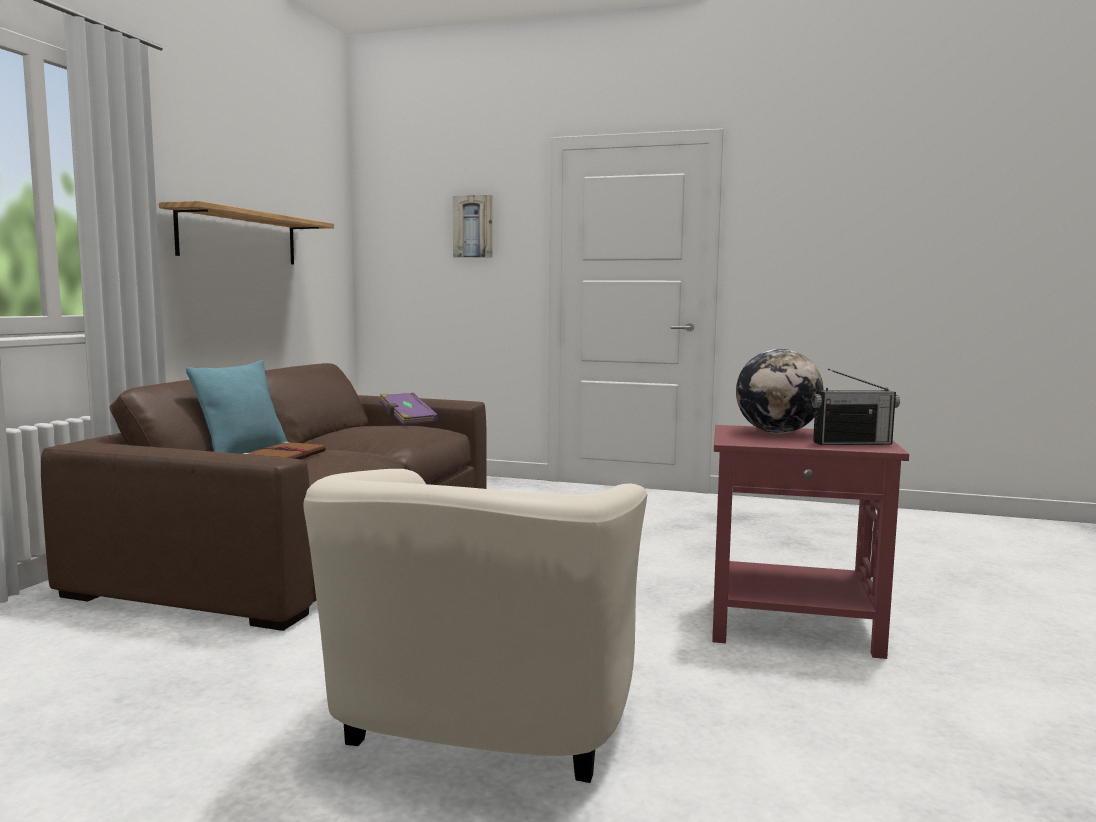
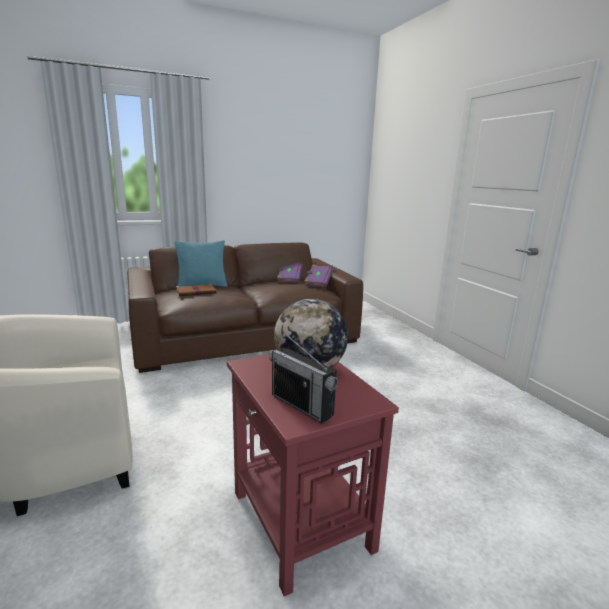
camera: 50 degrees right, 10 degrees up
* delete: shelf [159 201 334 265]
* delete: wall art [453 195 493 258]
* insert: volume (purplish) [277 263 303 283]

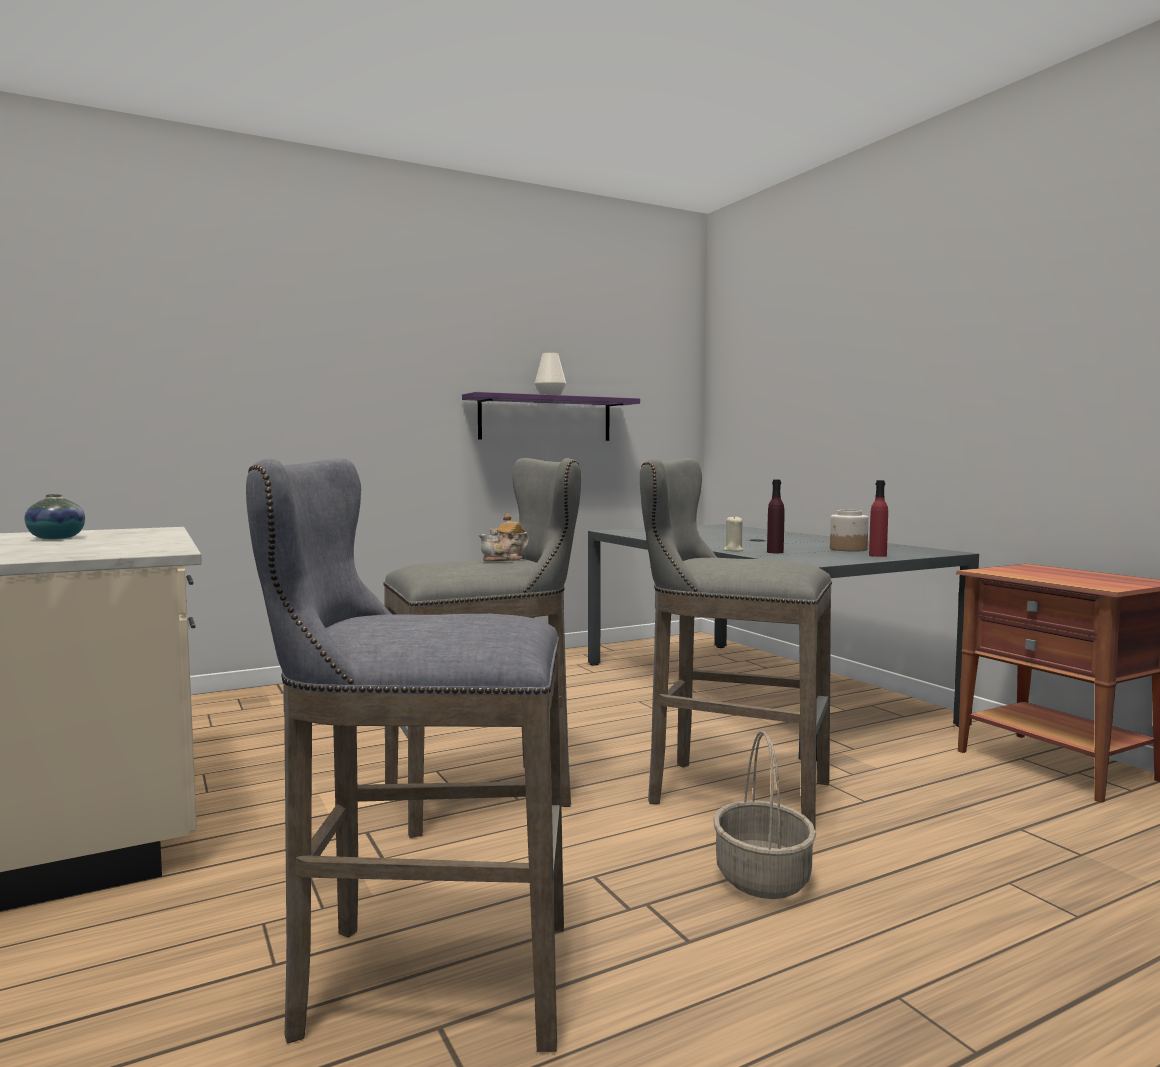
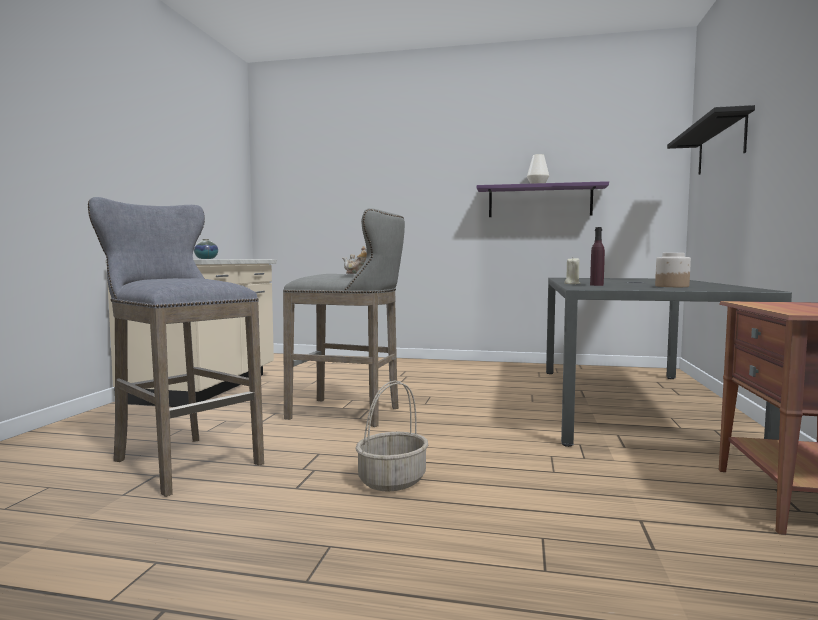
camera: 40 degrees right, 0 degrees up
* delete: stool (gray) [640 458 832 829]
* delete: drink bottle (red-coloured) [869 480 888 557]
* insert: shelf (black-coloured) [667 105 755 175]

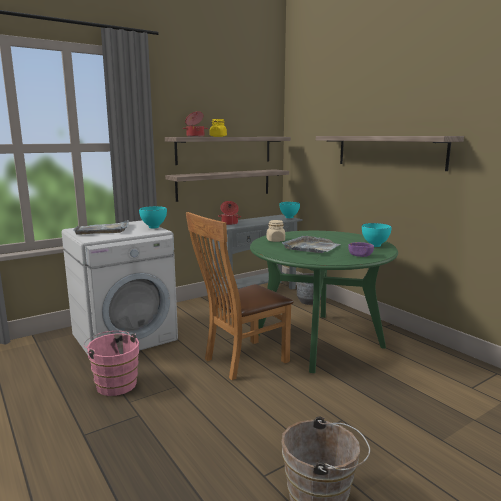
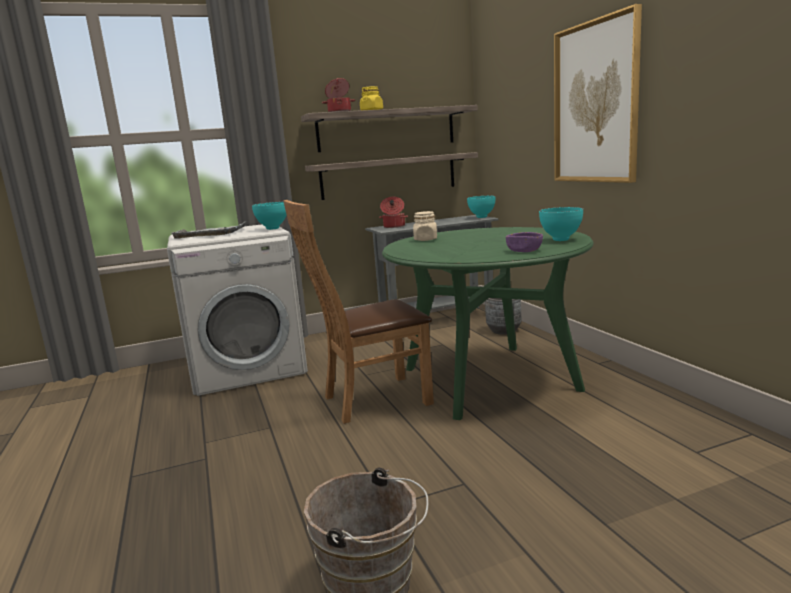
camera: 15 degrees right, 0 degrees up
* delete: water bucket (pink) [84 331 139 396]
* delete: tray (gray) [282 236 340 253]
* replace: shelf [316 136 464 171] to wall art [554 4 642 183]

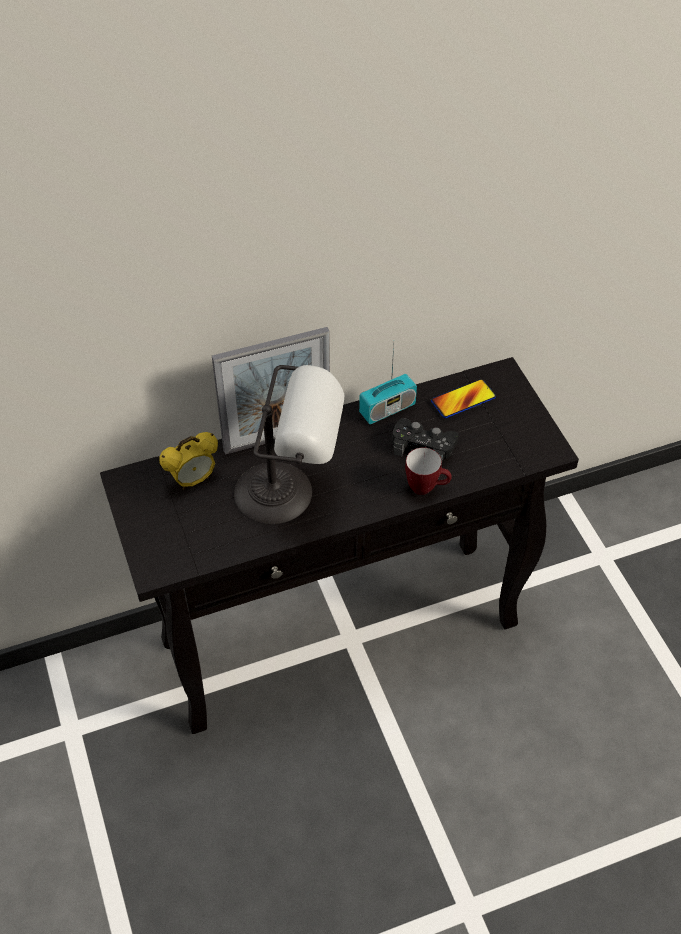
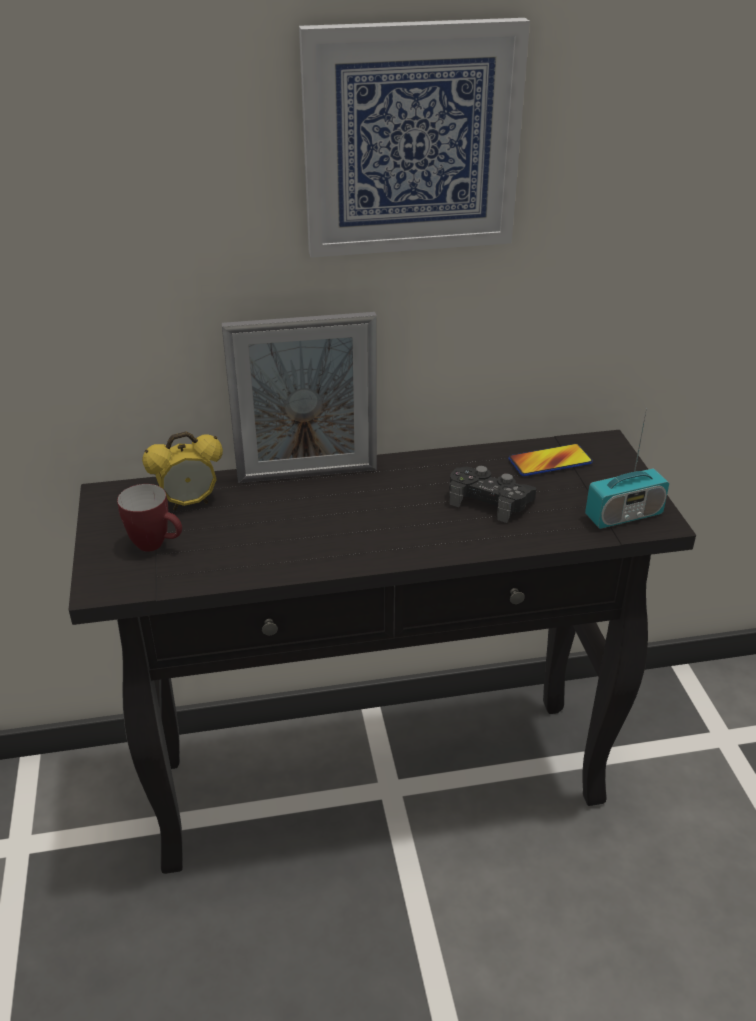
camera: 10 degrees right, 15 degrees down
* delete: tabletop lamp [234 365 344 524]
* move: radio receiver [359 345 417 424] to [585 413 669 529]
* move: mug [405 448 452 495] to [117 484 182 552]
* insert: wall art [299 18 530 258]

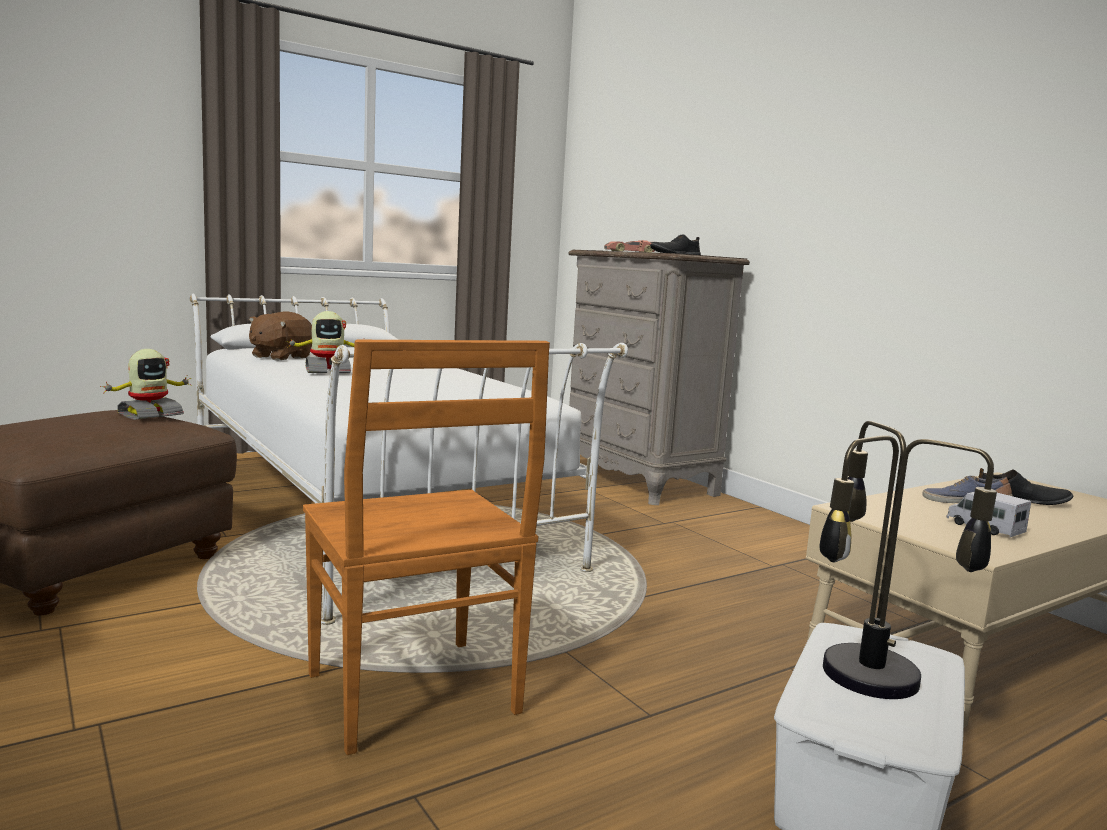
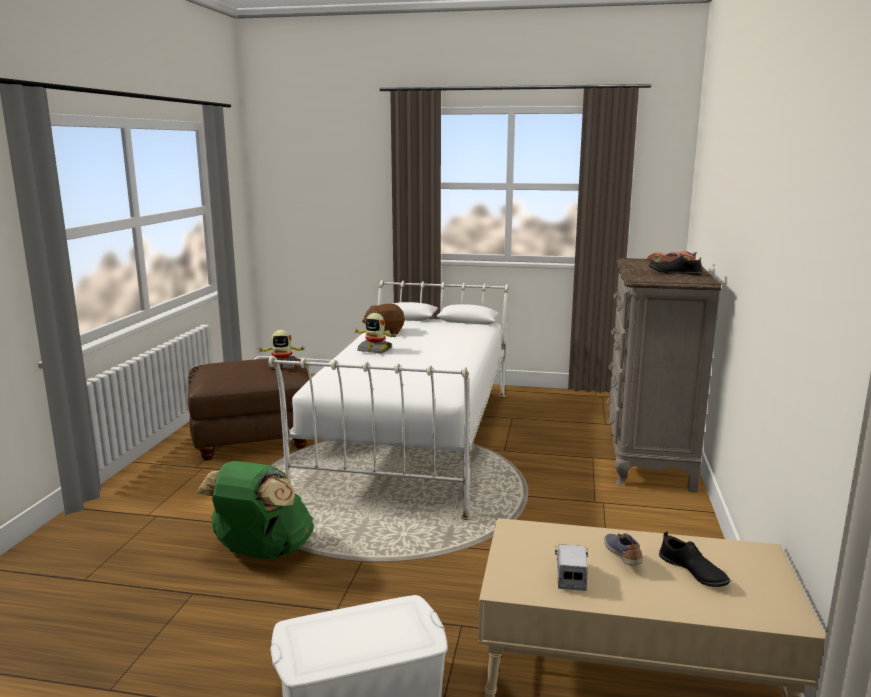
camera: 45 degrees right, 5 degrees up
* replace: upright chair (brownish) [303 340 550 755] to knapsack (greenish) [196 461 314 559]
* delete: tabletop lamp [820 421 997 699]

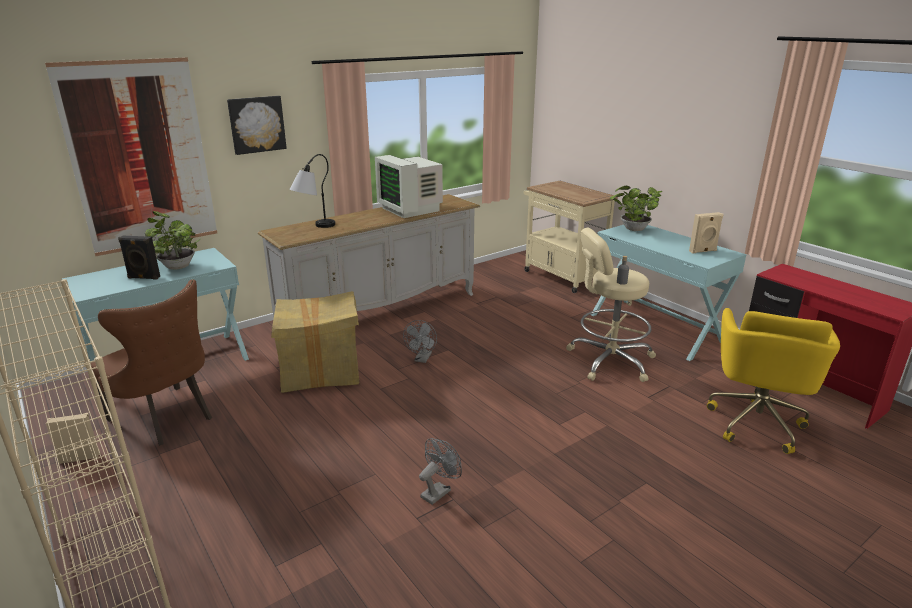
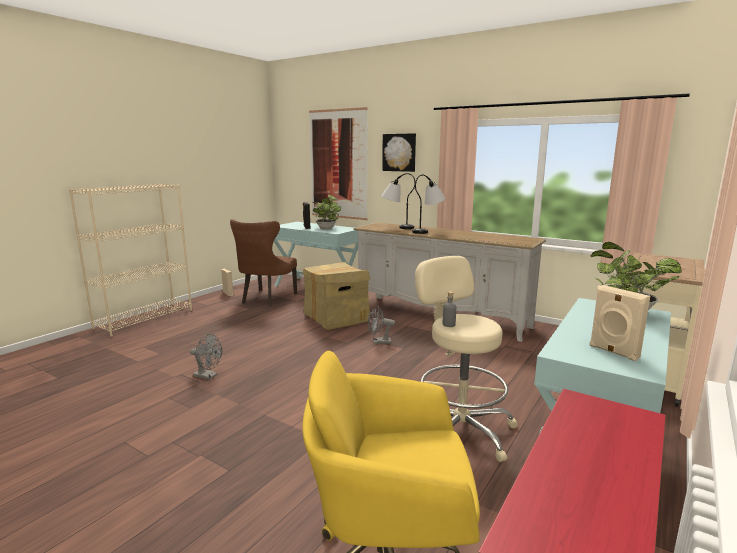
camera: 70 degrees right, 10 degrees down
* delete: monitor [375 155 443 218]
* insert: tabletop lamp [412 174 445 234]

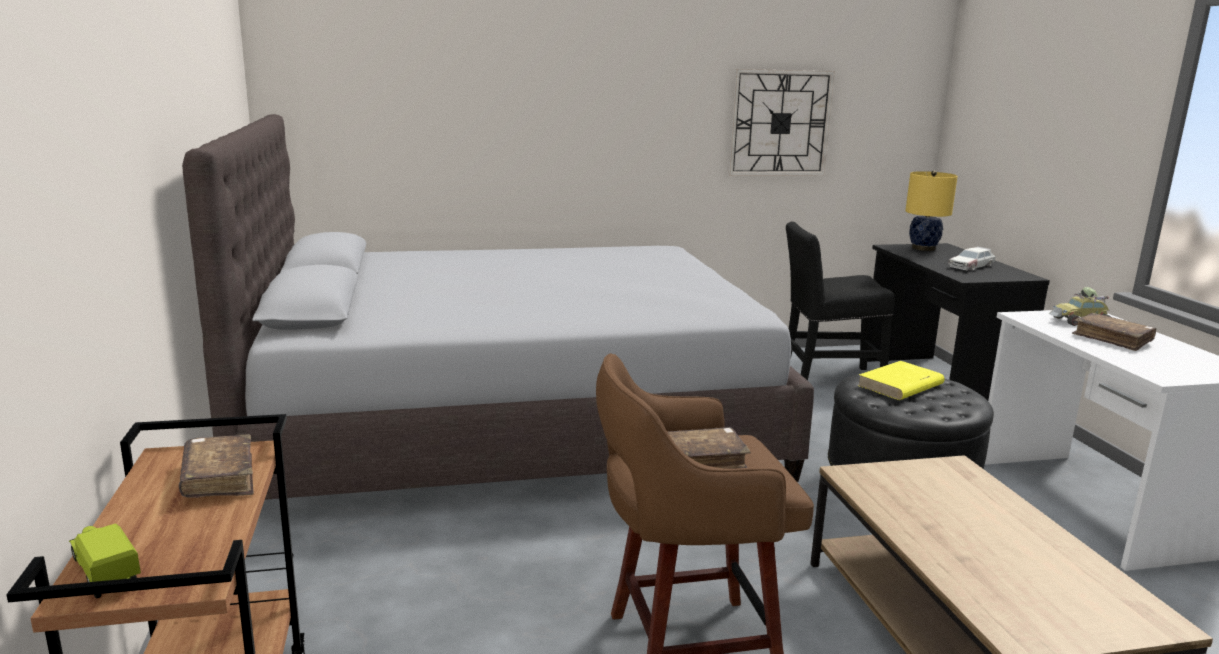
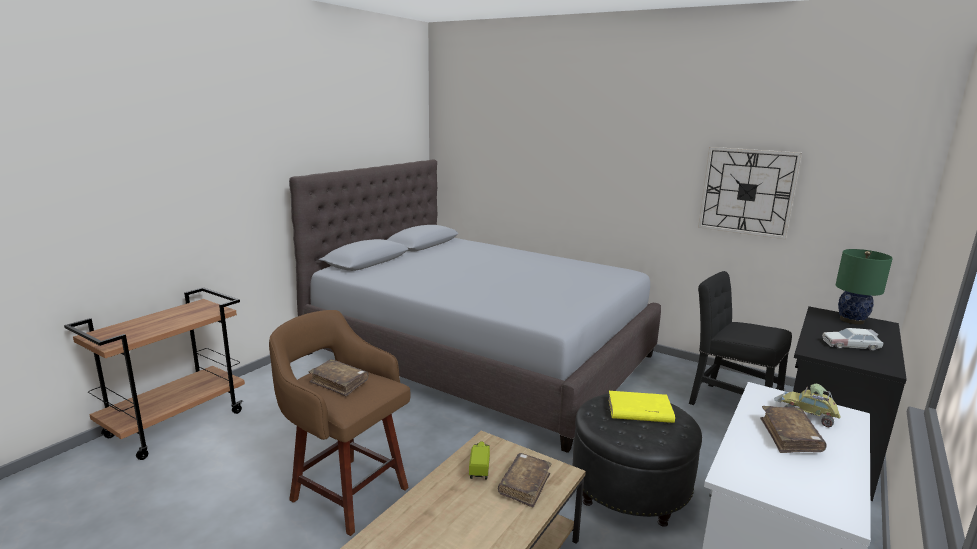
camera: 45 degrees right, 0 degrees up
* move: model truck [69 523 141 599] to [469 441 490 480]
* move: volume (brownish) [179 435 254 498] to [498 453 552 508]
* recolor: tabletop lamp (yellow) [905 170 958 251] to tabletop lamp (greenish) [836 249 893 325]

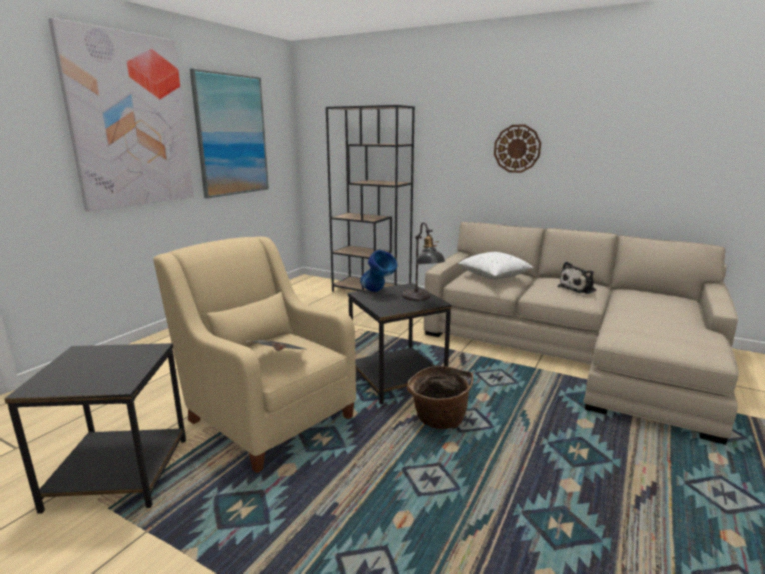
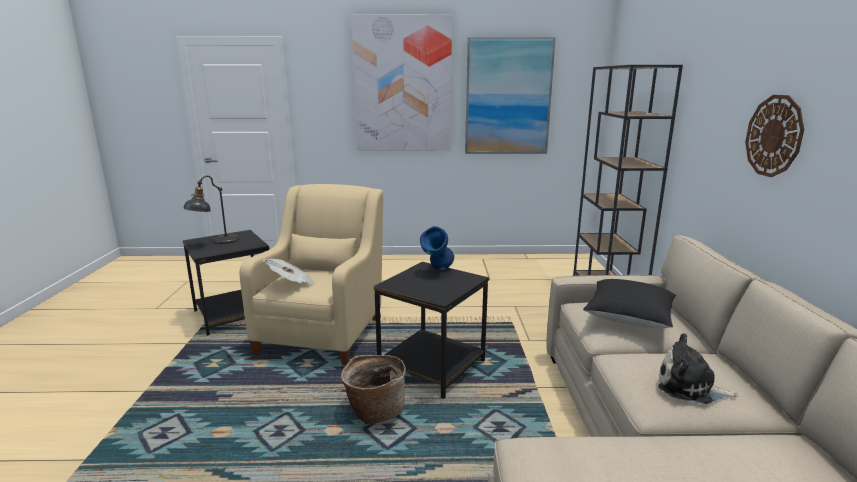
camera: 60 degrees right, 0 degrees up
* move: tabletop lamp (gray) [402 222 445 301] to [183 176 240 244]
* recolor: throw pillow (white) [457 252 534 280] to throw pillow (black-coloured) [583 279 676 328]

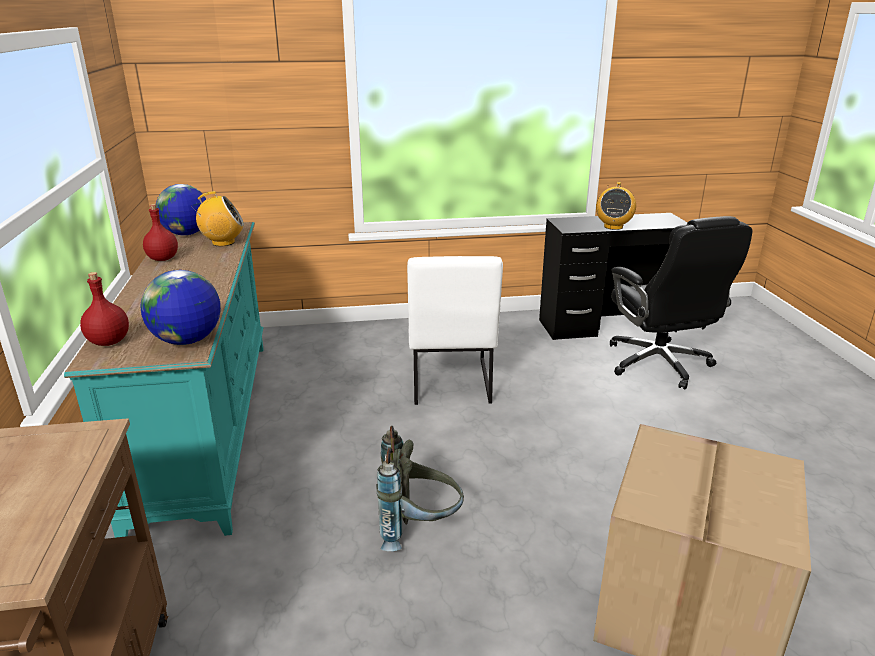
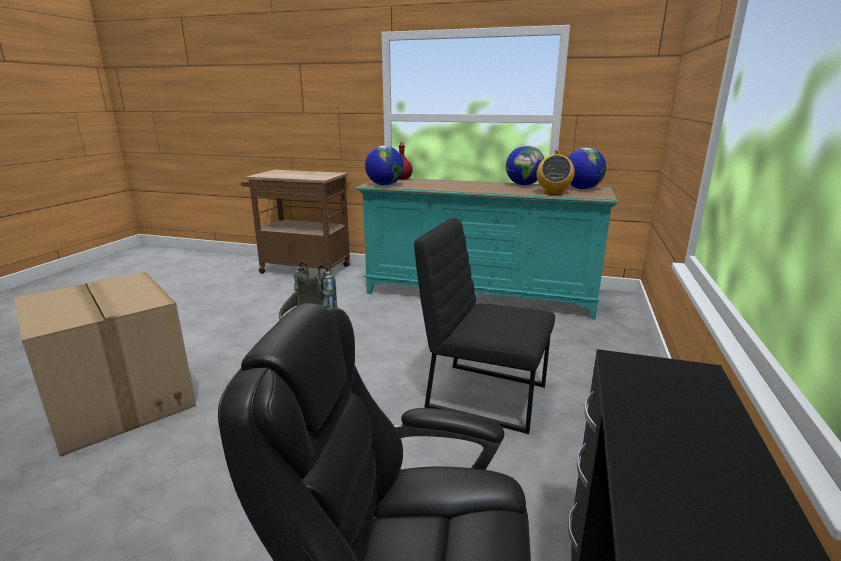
camera: 115 degrees right, 5 degrees down
* replace: drink bottle (red-coloured) [143 204 178 261] to desk globe [506 146 544 186]
* recolor: upright chair (white) [407 256 503 405] to upright chair (black-coloured) [414 218 555 434]
* delete: radio receiver [596 182 636 230]

